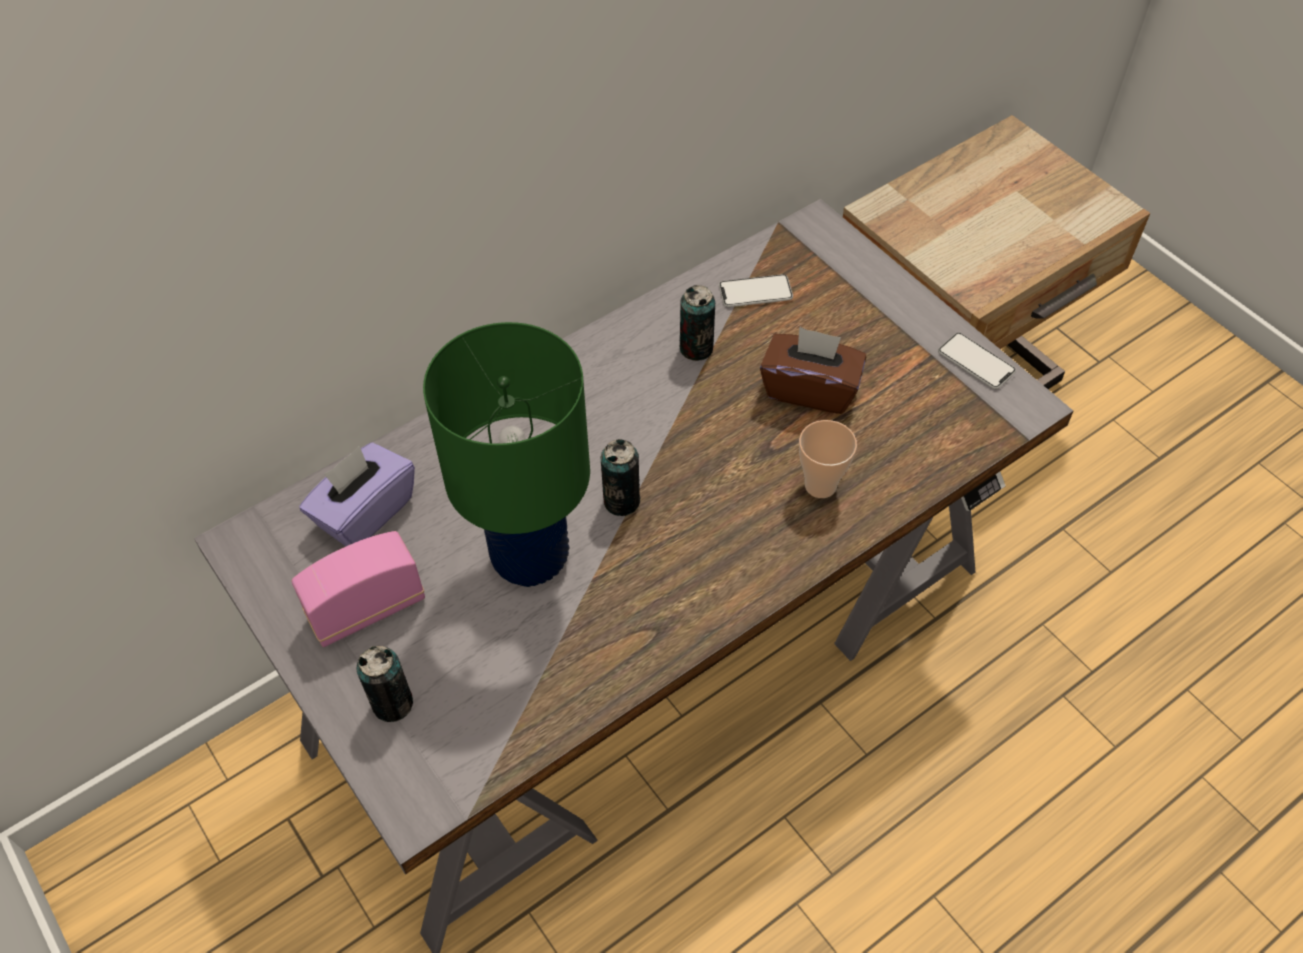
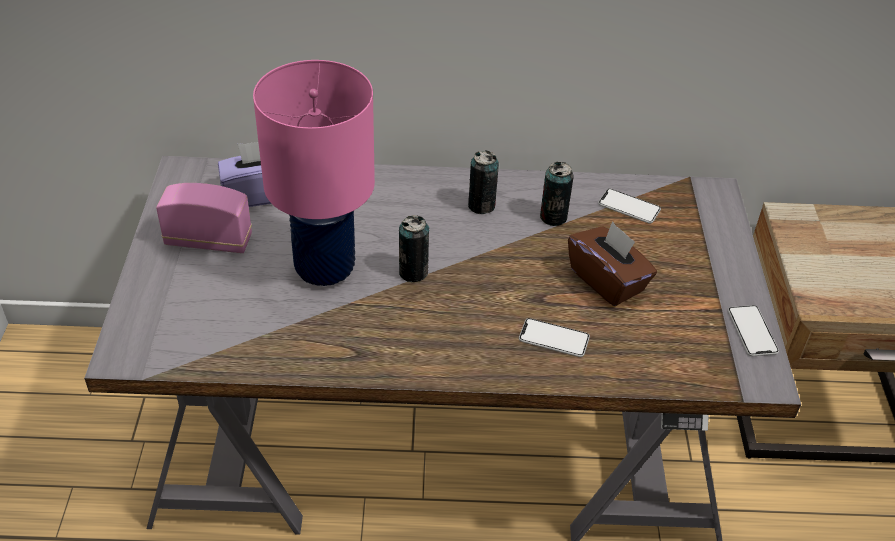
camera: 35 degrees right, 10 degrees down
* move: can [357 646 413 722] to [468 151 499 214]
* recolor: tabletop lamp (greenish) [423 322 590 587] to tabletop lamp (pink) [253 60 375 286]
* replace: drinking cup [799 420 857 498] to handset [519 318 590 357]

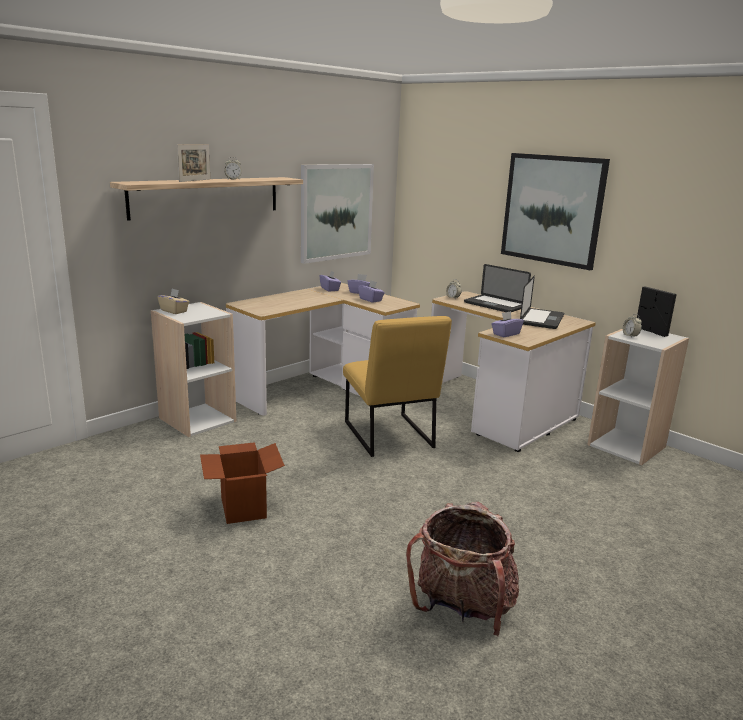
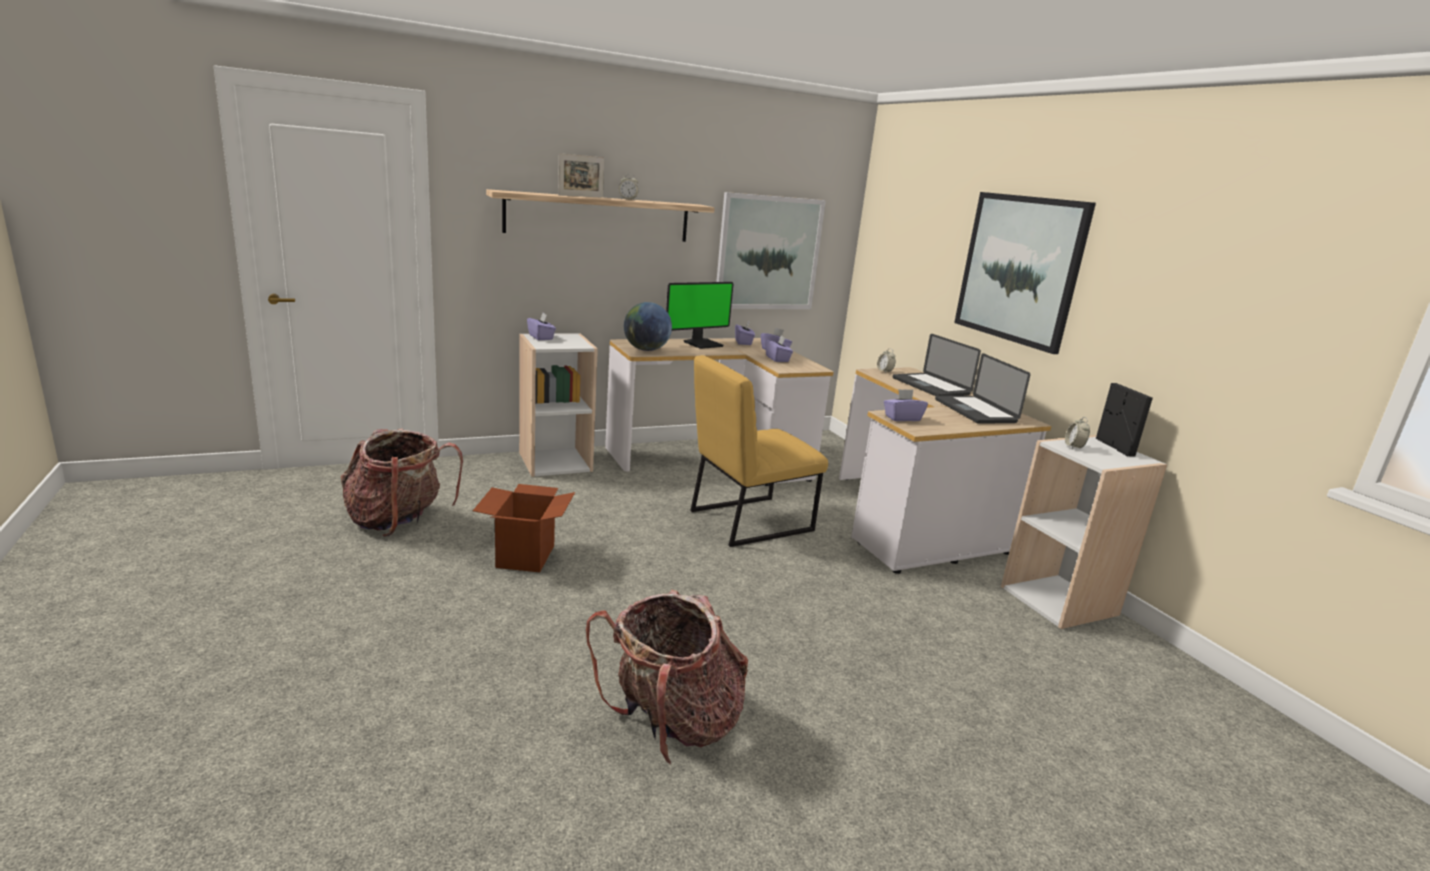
camera: 20 degrees right, 0 degrees up
* recolor: tissue box (beige-coloured) [157 289 189 314] to tissue box (purplish) [527 313 556 340]
* rotate: upright chair (yellow) [343 316 452 457] = [690 355 828 547] 60 degrees clockwise
* rotate: laptop [520 275 564 329] = [935 353 1030 424] 120 degrees clockwise
* insert: knapsack [341 428 463 537]
* insert: desk globe [624 302 672 351]
* insert: monitor [666 282 734 349]

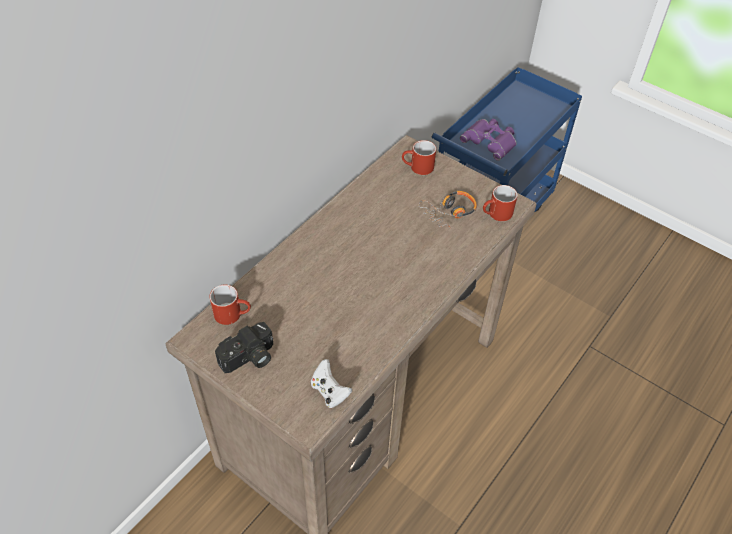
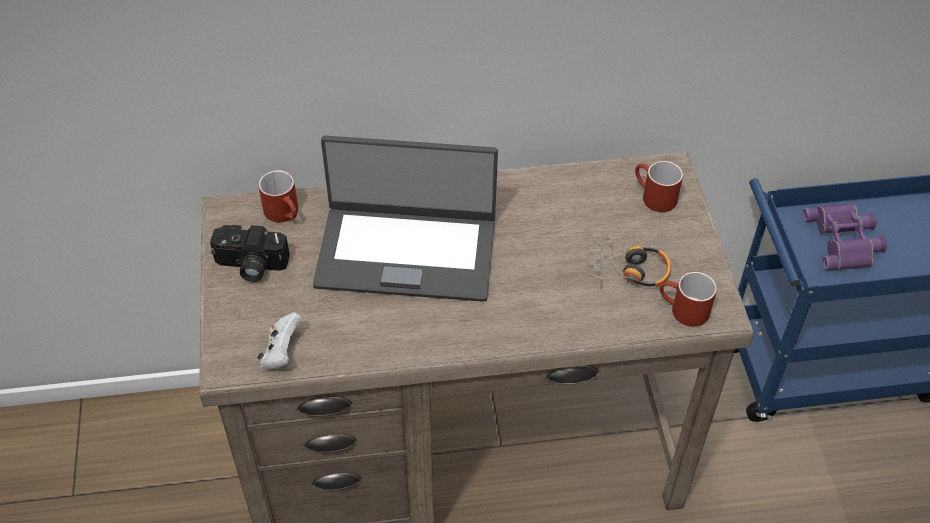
camera: 45 degrees right, 0 degrees up
* insert: laptop [313 136 498 302]

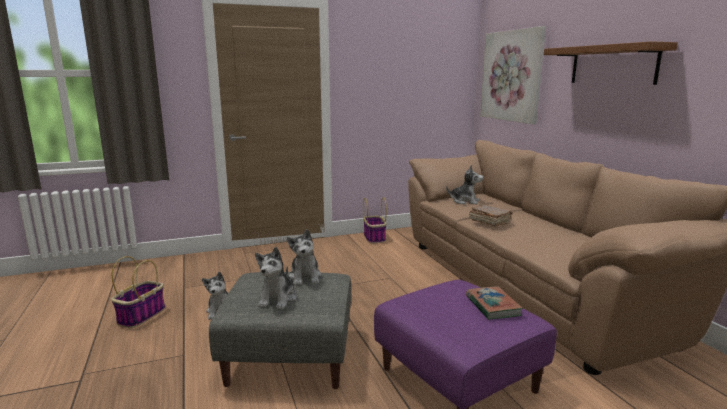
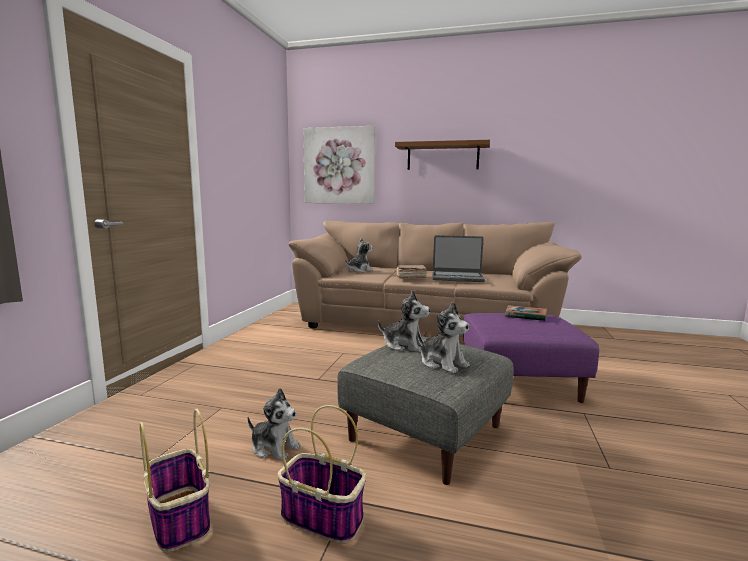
camera: 55 degrees left, 5 degrees down
* move: basket [363 197 387 244] to [277 405 366 544]
* insert: laptop [432 235 485 282]

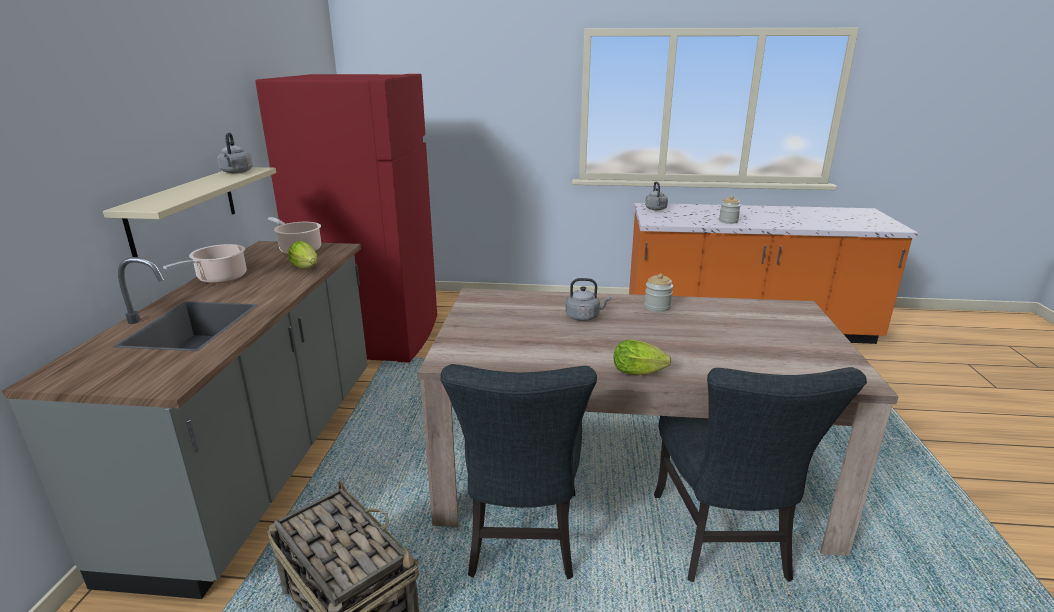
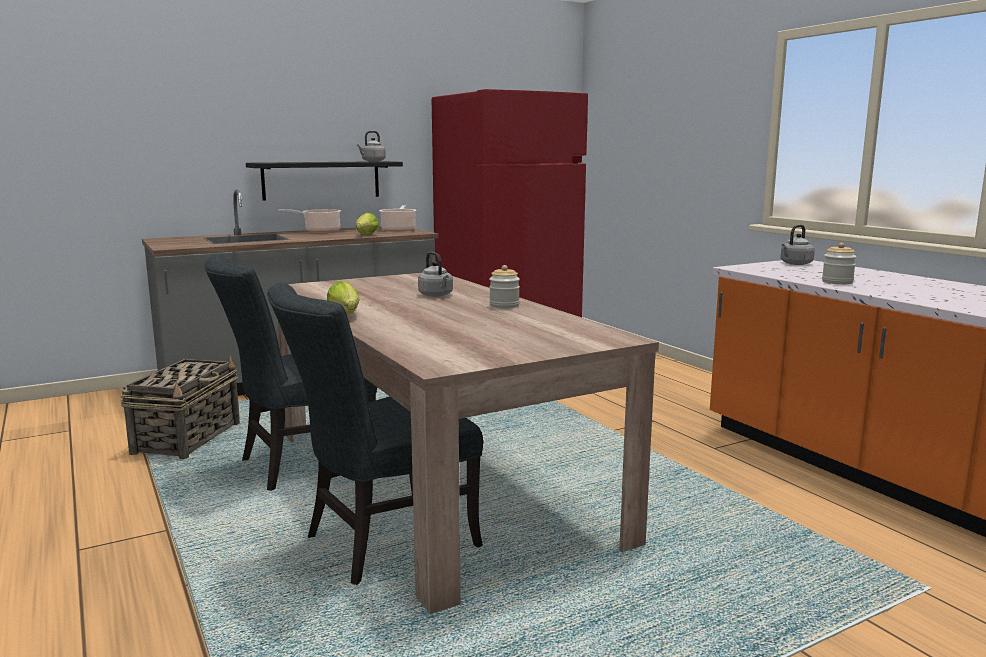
camera: 55 degrees right, 10 degrees down
* recolor: shelf (beige-coloured) [103 167 276 257] to shelf (black-coloured) [246 161 403 201]

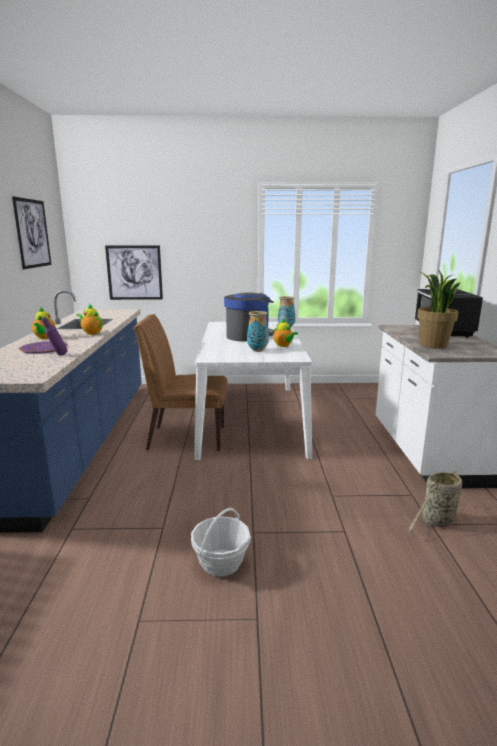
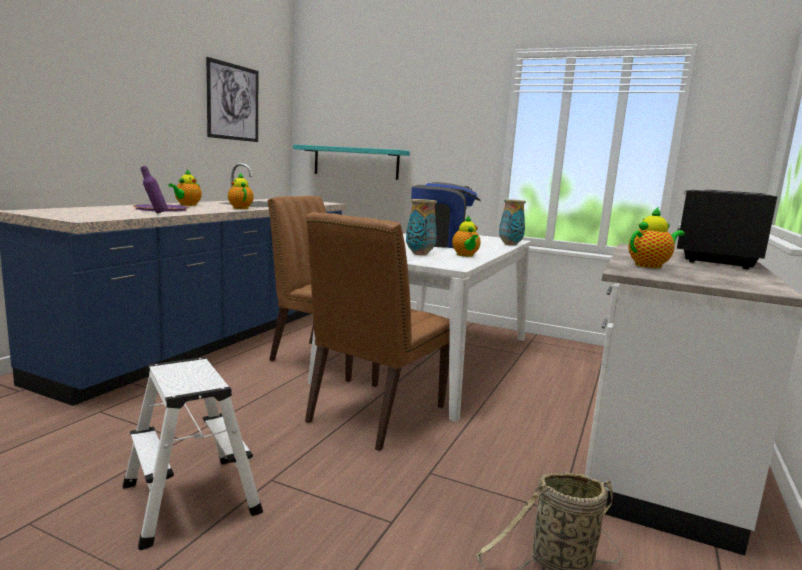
camera: 25 degrees right, 5 degrees down
* replace: wall art [105 245 163 300] to shelf (turquoise-coloured) [293 144 410 180]
* replace: basket [191 508 251 577] to step ladder (white) [122 357 263 550]
* replace: houseplant [417 270 460 349] to pot for tea [628 207 685 268]
* insert: upright chair (brownish) [305 212 450 451]

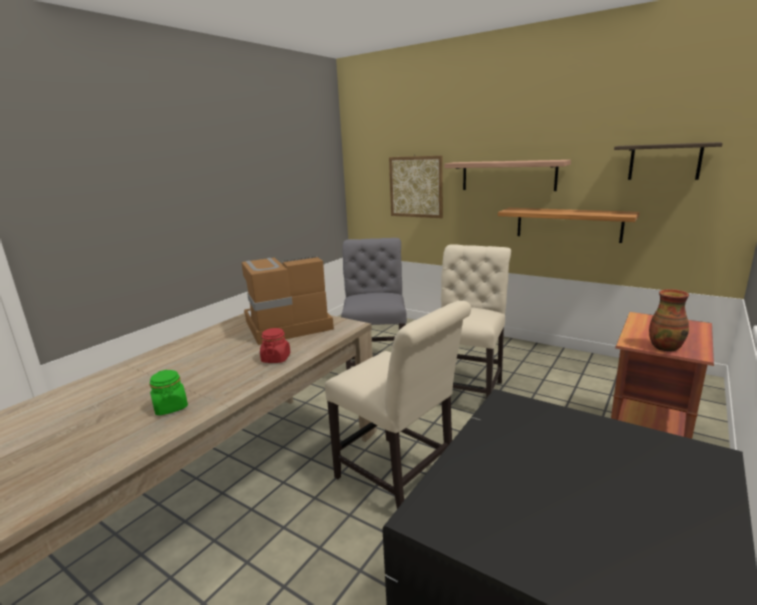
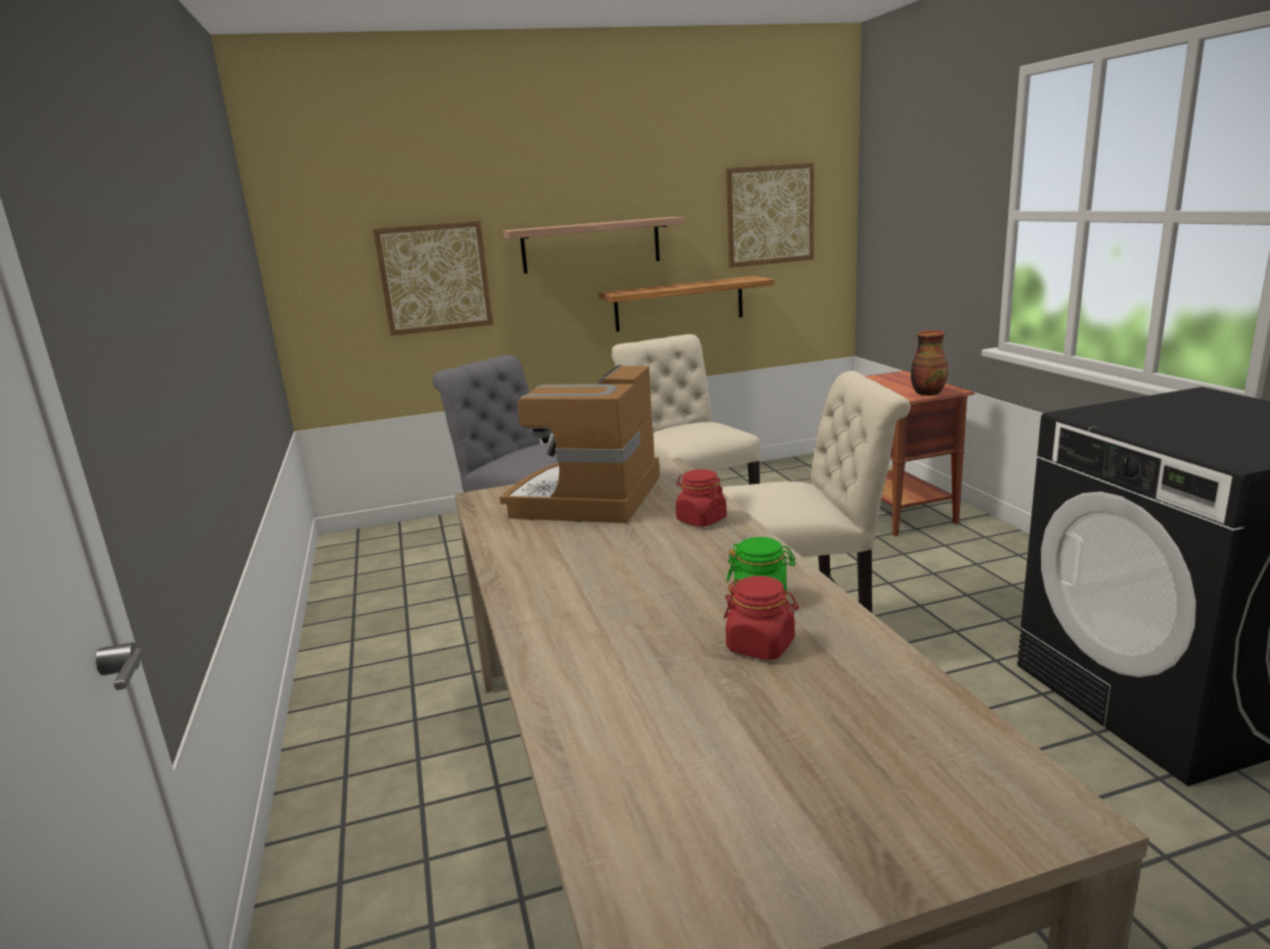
camera: 50 degrees left, 0 degrees up
* replace: shelf [614 142 723 180] to wall art [726 162 814 268]
* insert: preserve jar (red-coloured) [724 576 799 660]

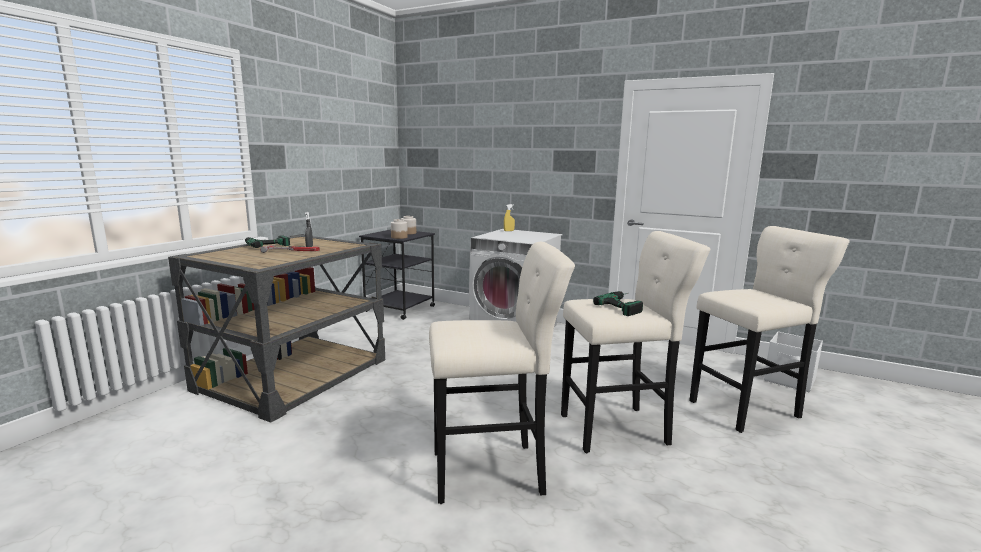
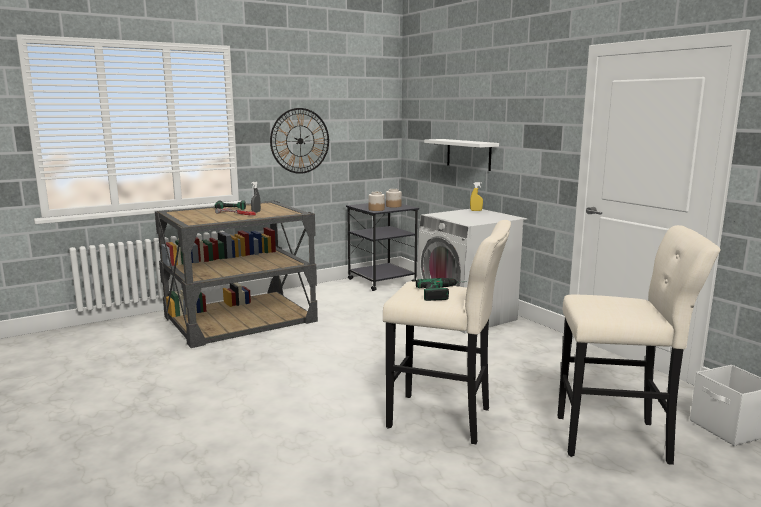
camera: 30 degrees right, 0 degrees up
* delete: stool (beige-coloured) [429 242 575 504]
* insert: hanging clock [270 108 329 174]
* insert: shelf (white) [424 139 499 171]

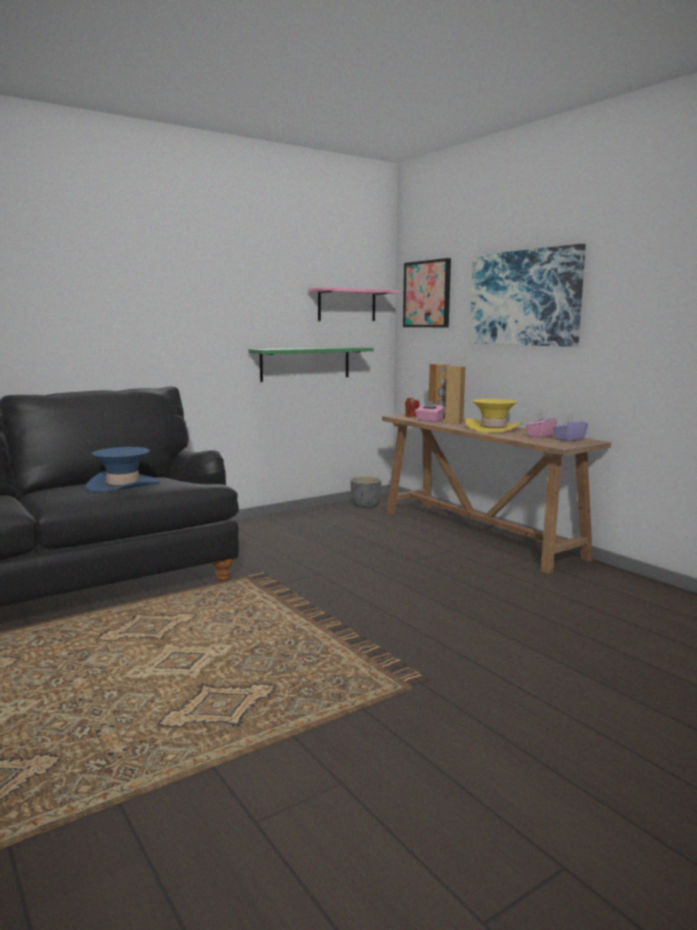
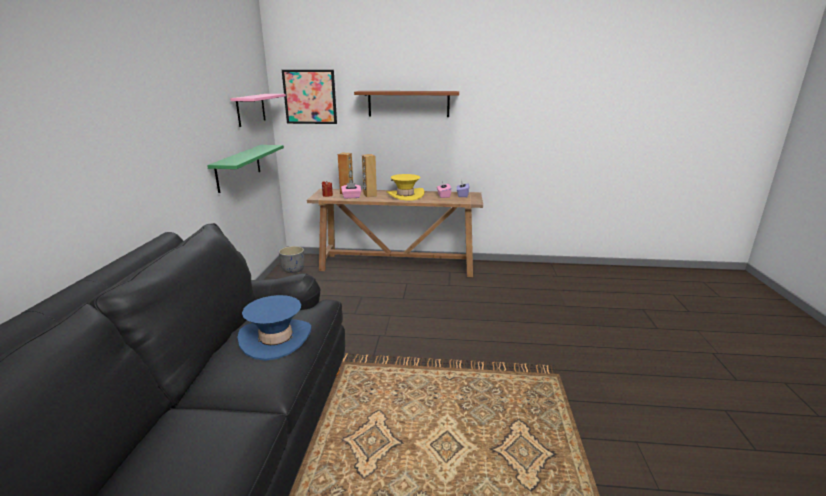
camera: 50 degrees left, 10 degrees up
* replace: wall art [470 244 586 347] to shelf (brownish) [354 91 459 117]

